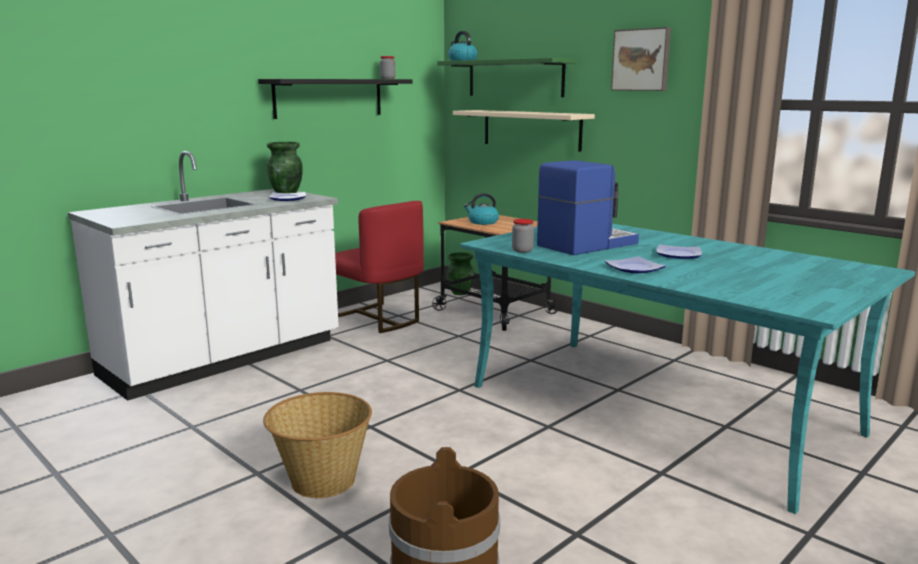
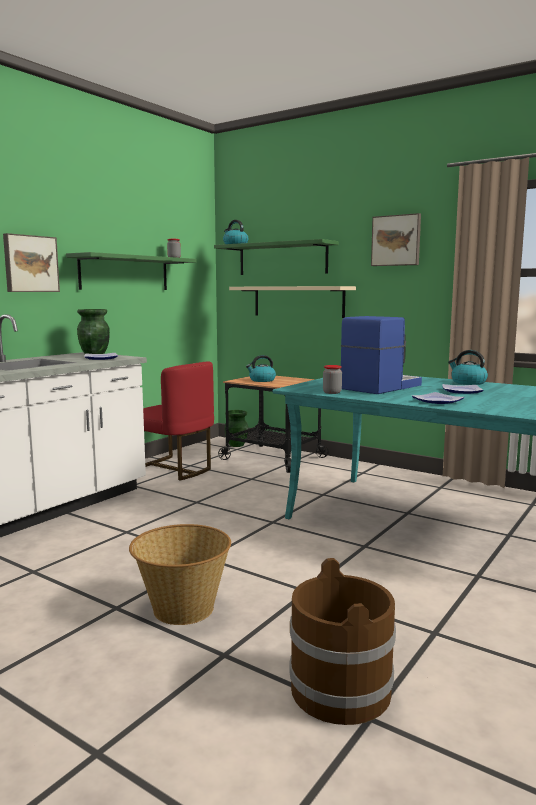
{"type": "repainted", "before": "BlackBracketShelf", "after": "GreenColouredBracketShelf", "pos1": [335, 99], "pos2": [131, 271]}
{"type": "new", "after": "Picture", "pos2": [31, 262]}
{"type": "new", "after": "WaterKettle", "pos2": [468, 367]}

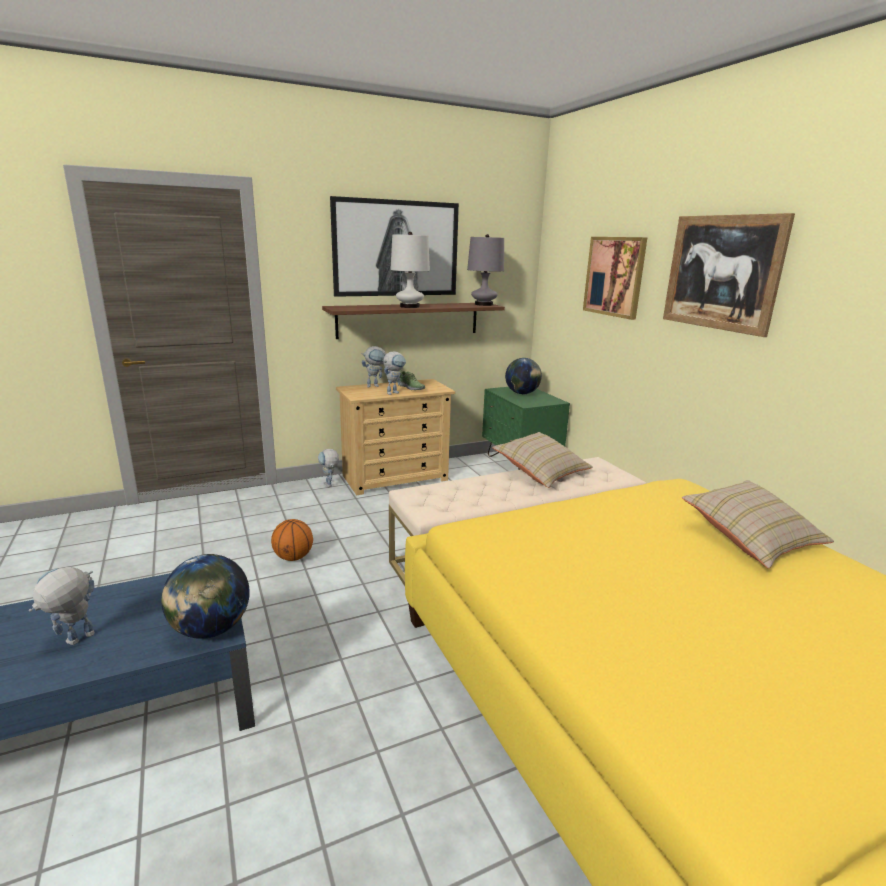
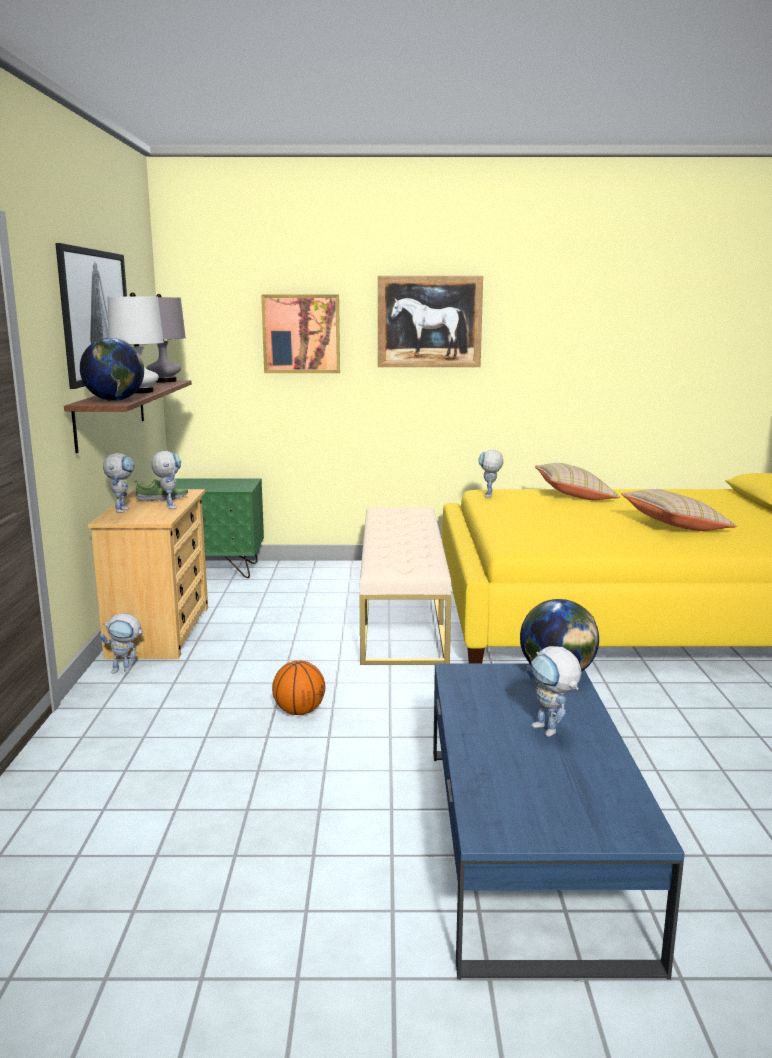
{"type": "shifted", "before": "SandColouredCushion", "pos1": [542, 460], "pos2": [679, 510]}
{"type": "shifted", "before": "WorldGlobe", "pos1": [523, 376], "pos2": [112, 369]}
{"type": "new", "after": "ToyRobot", "pos2": [490, 473]}

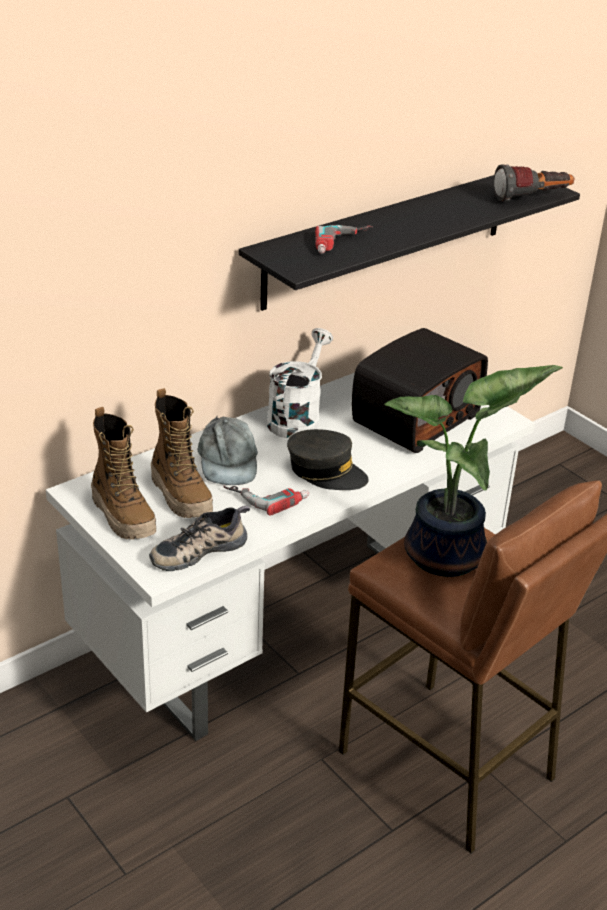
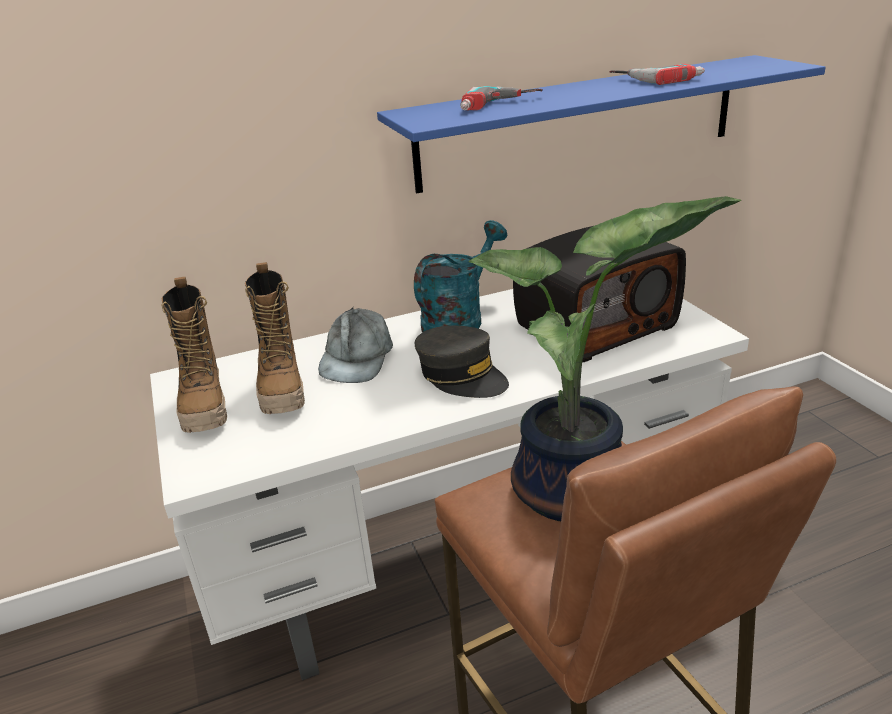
{"type": "gone", "before": "ItemOfFootwear", "pos1": [199, 538]}
{"type": "shifted", "before": "ElectricDrill", "pos1": [266, 501], "pos2": [657, 74]}
{"type": "repainted", "before": "BlackBracketShelf", "after": "BluishBracketShelf", "pos1": [409, 243], "pos2": [601, 124]}
{"type": "repainted", "before": "WhitishSprinklingCan", "after": "TurquoiseSprinklingCan", "pos1": [300, 383], "pos2": [460, 276]}
{"type": "gone", "before": "HandTorch", "pos1": [534, 182]}

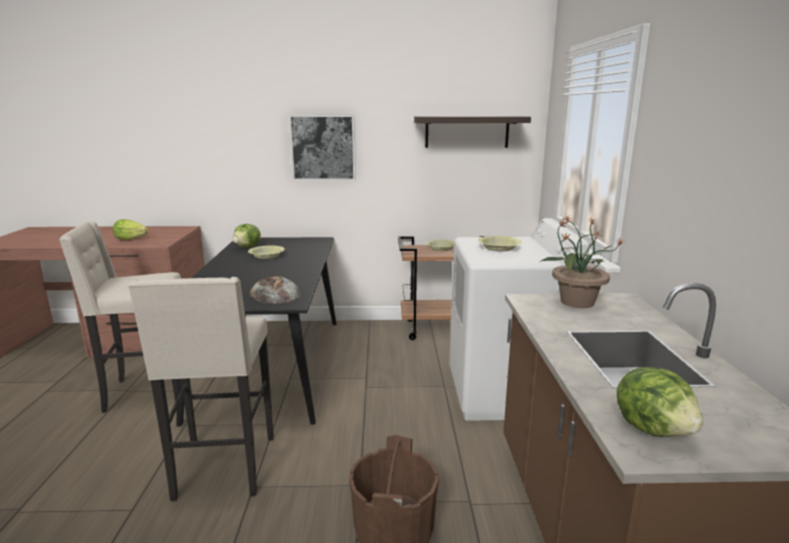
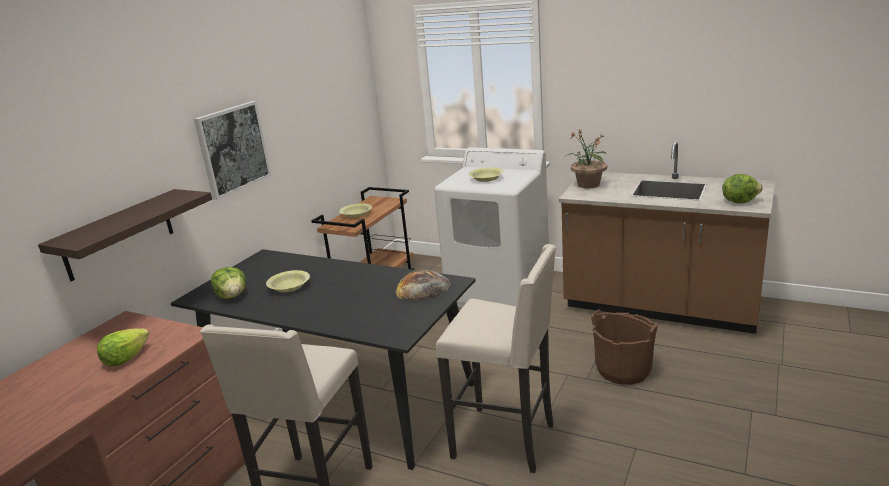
{"type": "shifted", "before": "BracketShelf", "pos1": [472, 132], "pos2": [125, 235]}

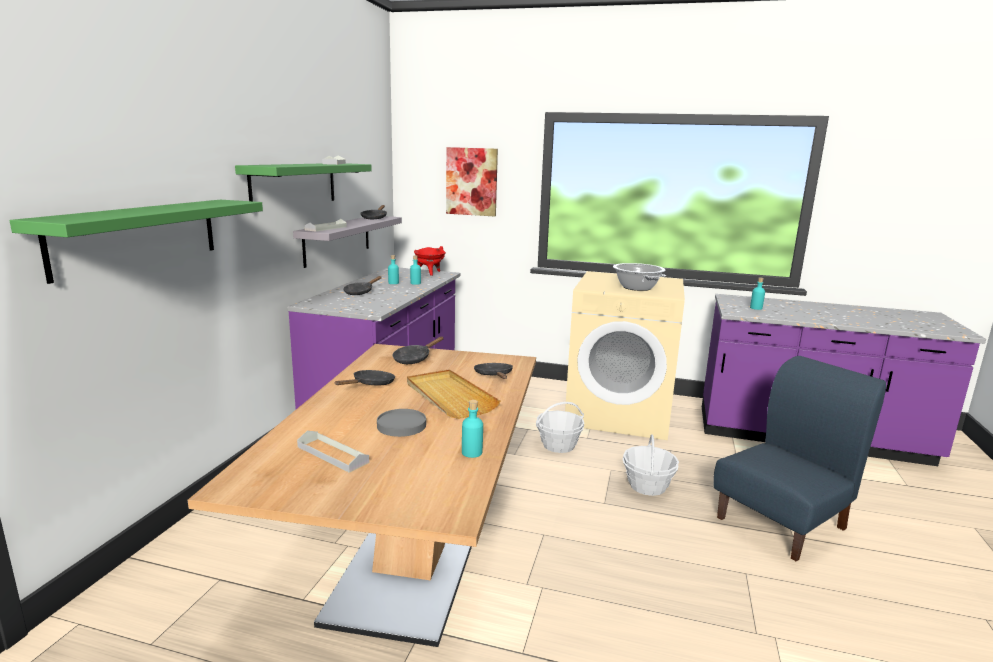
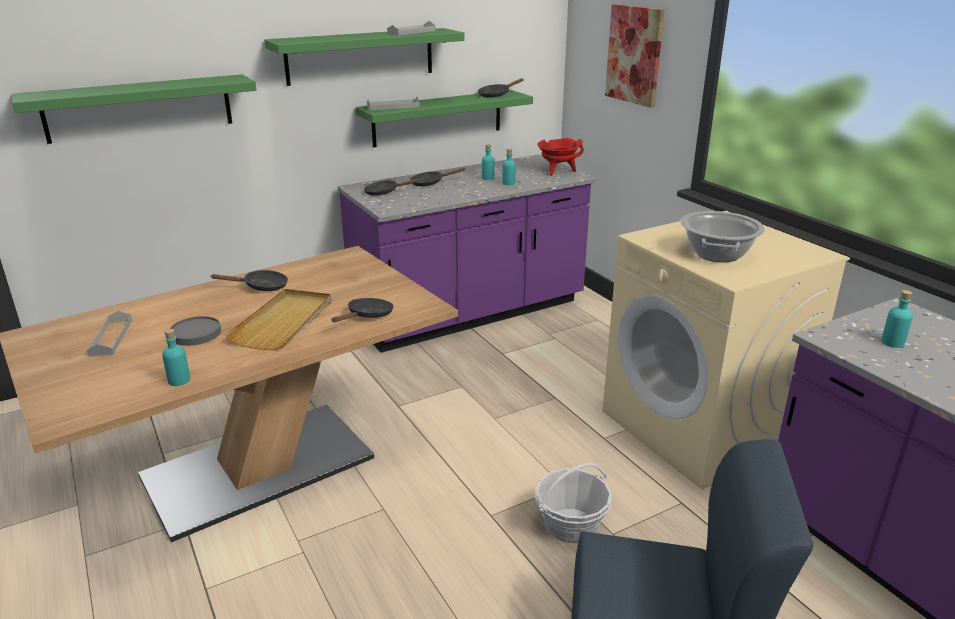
{"type": "repainted", "before": "GreyishBracketShelf", "after": "GreenColouredBracketShelf", "pos1": [347, 242], "pos2": [444, 118]}
{"type": "shifted", "before": "BlackFryingPan", "pos1": [418, 350], "pos2": [392, 187]}
{"type": "gone", "before": "Basket", "pos1": [560, 427]}

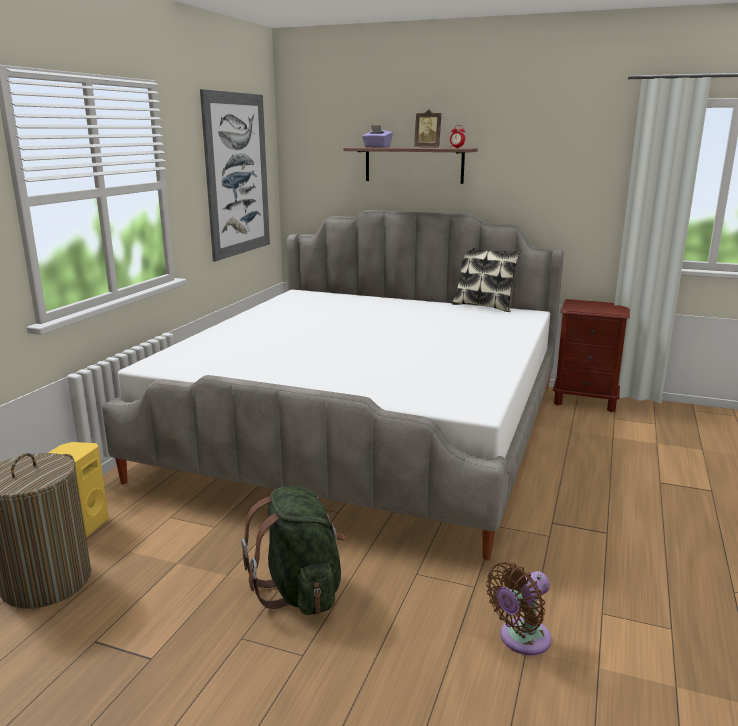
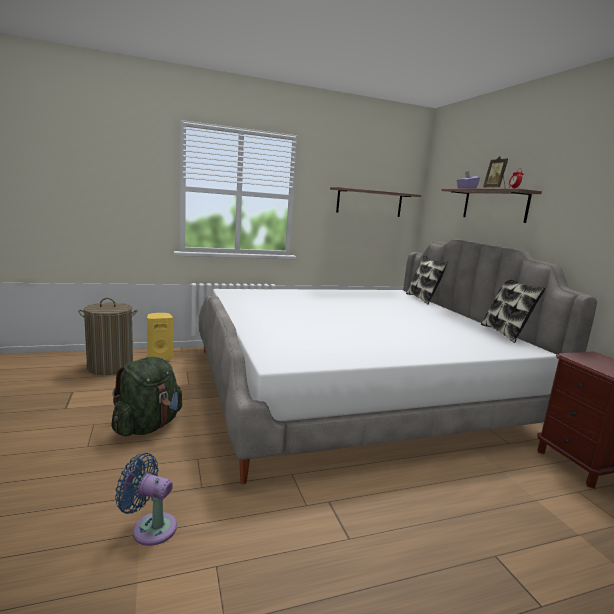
{"type": "swapped", "before": "Picture", "after": "BracketShelf", "pos1": [235, 175], "pos2": [375, 202]}
{"type": "repainted", "before": "BrownishElectricFan", "after": "BluishElectricFan", "pos1": [519, 608], "pos2": [146, 499]}
{"type": "new", "after": "Cushion", "pos2": [427, 280]}

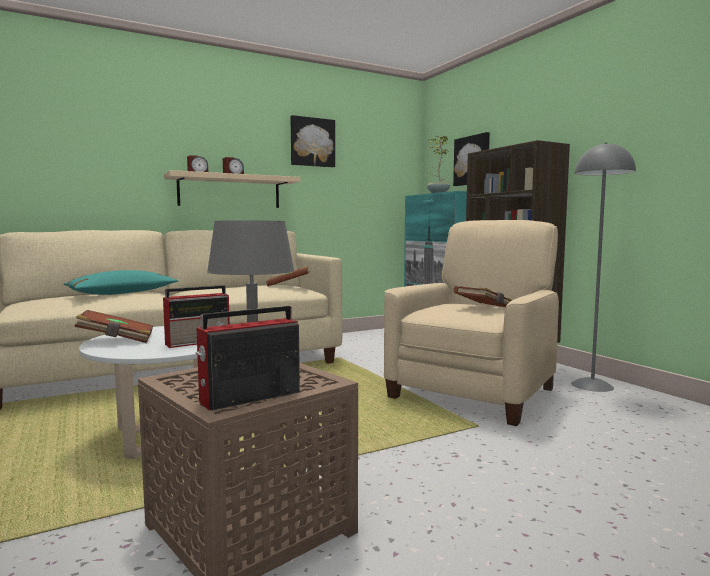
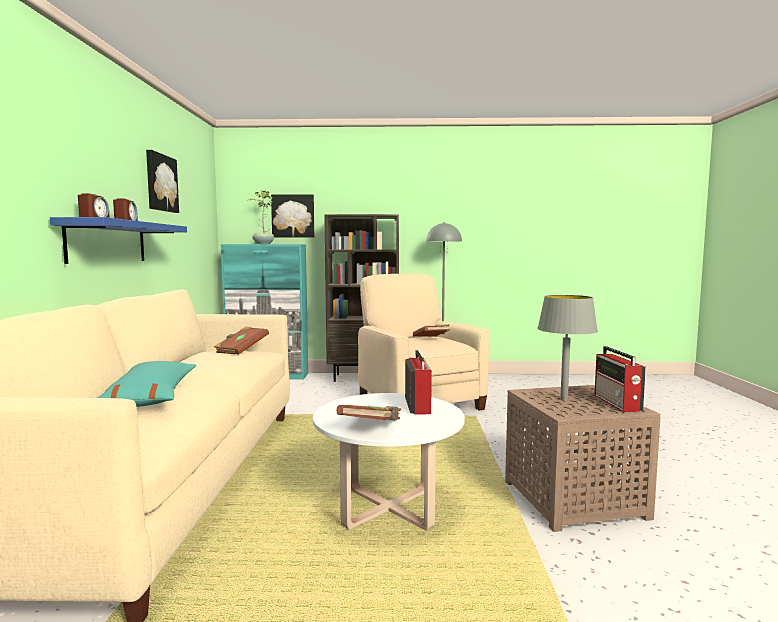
{"type": "repainted", "before": "SandColouredBracketShelf", "after": "BluishBracketShelf", "pos1": [232, 189], "pos2": [118, 240]}

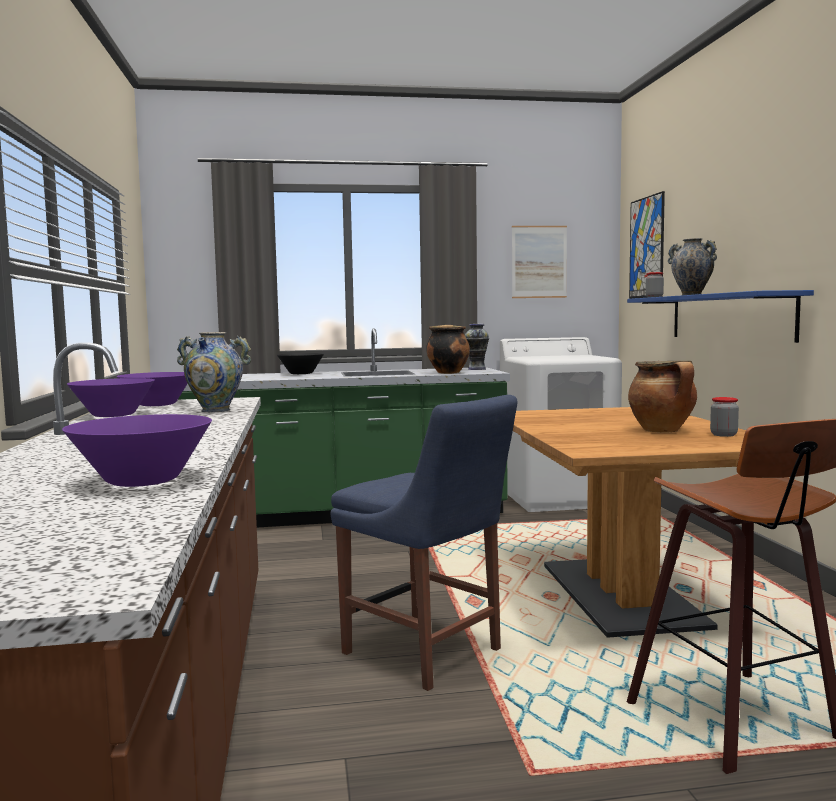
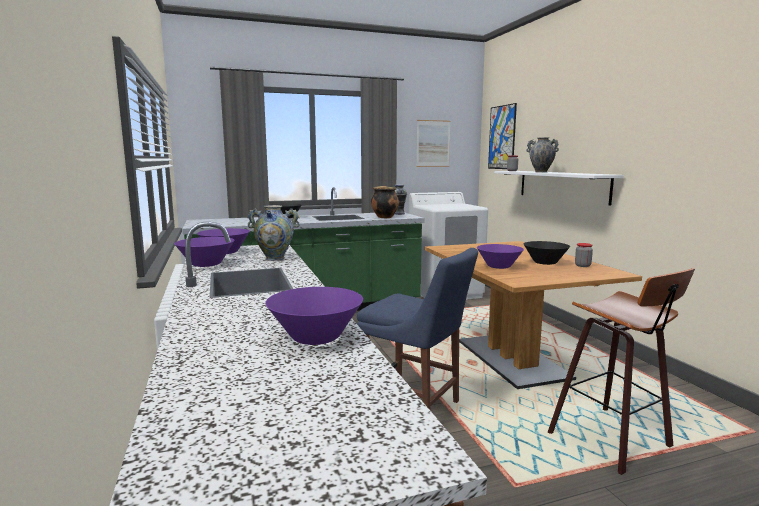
{"type": "repainted", "before": "BluishBracketShelf", "after": "WhitishBracketShelf", "pos1": [720, 316], "pos2": [558, 188]}
{"type": "swapped", "before": "Saucepot", "after": "BlackBowl", "pos1": [662, 397], "pos2": [547, 253]}
{"type": "new", "after": "PurplishBowl", "pos2": [500, 256]}

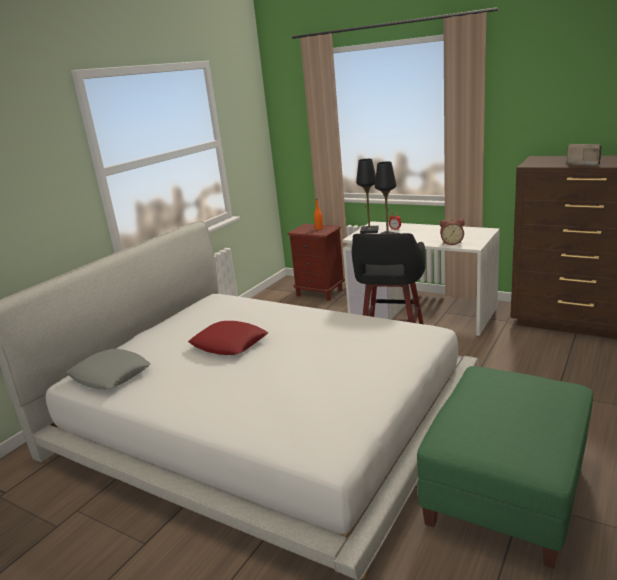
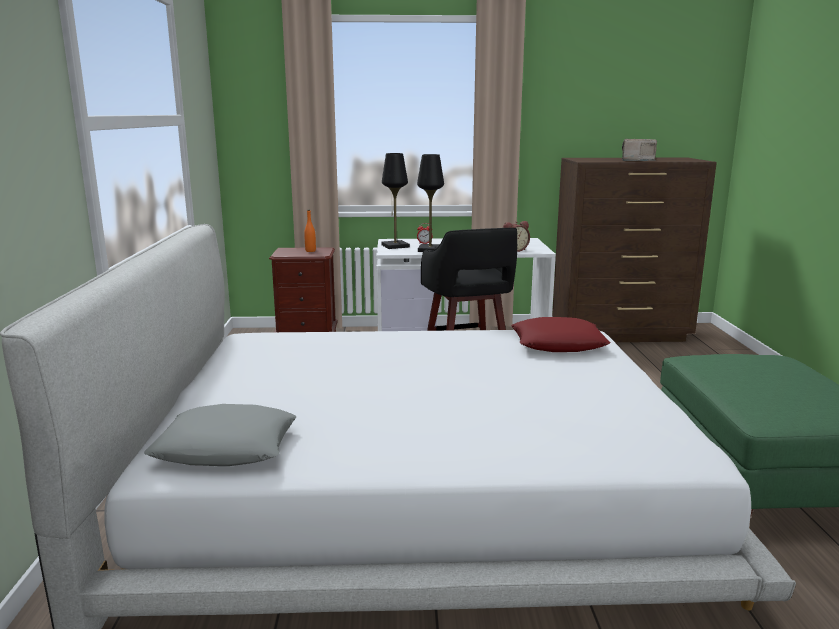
{"type": "shifted", "before": "RedColouredCushion", "pos1": [228, 338], "pos2": [560, 334]}

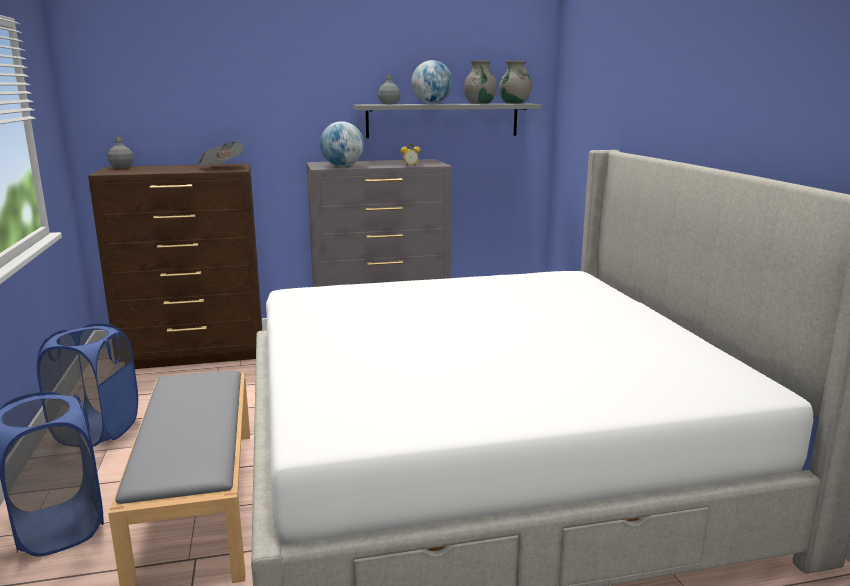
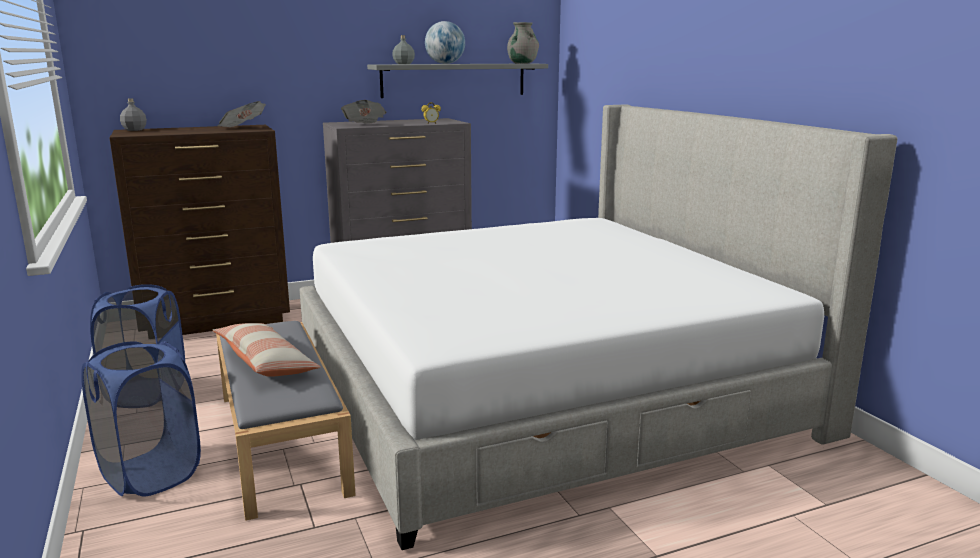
{"type": "swapped", "before": "WorldGlobe", "after": "DailyPaper", "pos1": [342, 144], "pos2": [363, 111]}
{"type": "gone", "before": "GreyishFlowerVase", "pos1": [480, 82]}
{"type": "new", "after": "Cushion", "pos2": [267, 350]}

